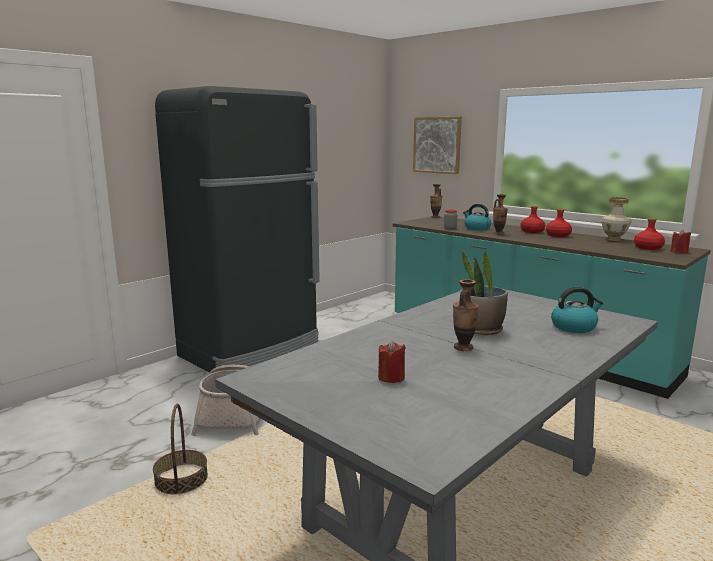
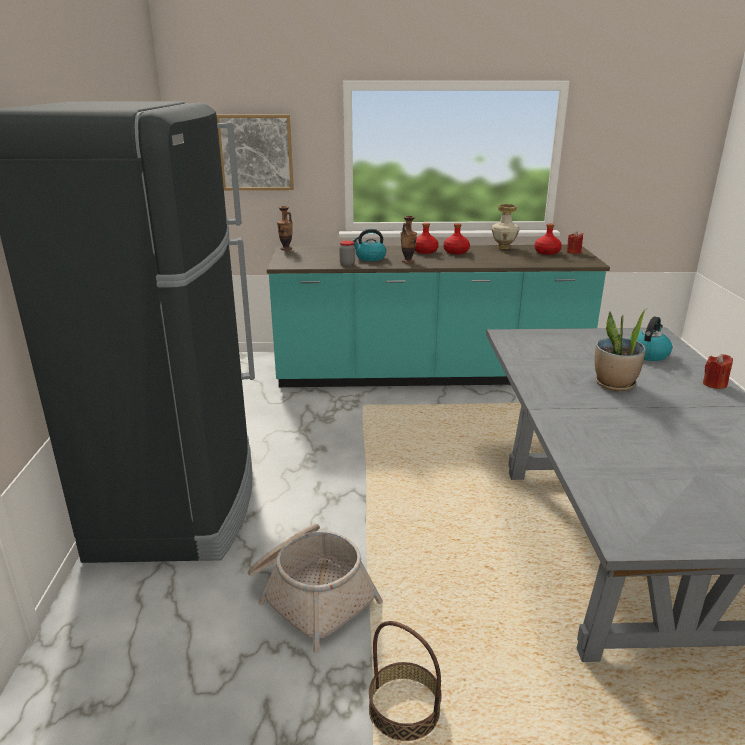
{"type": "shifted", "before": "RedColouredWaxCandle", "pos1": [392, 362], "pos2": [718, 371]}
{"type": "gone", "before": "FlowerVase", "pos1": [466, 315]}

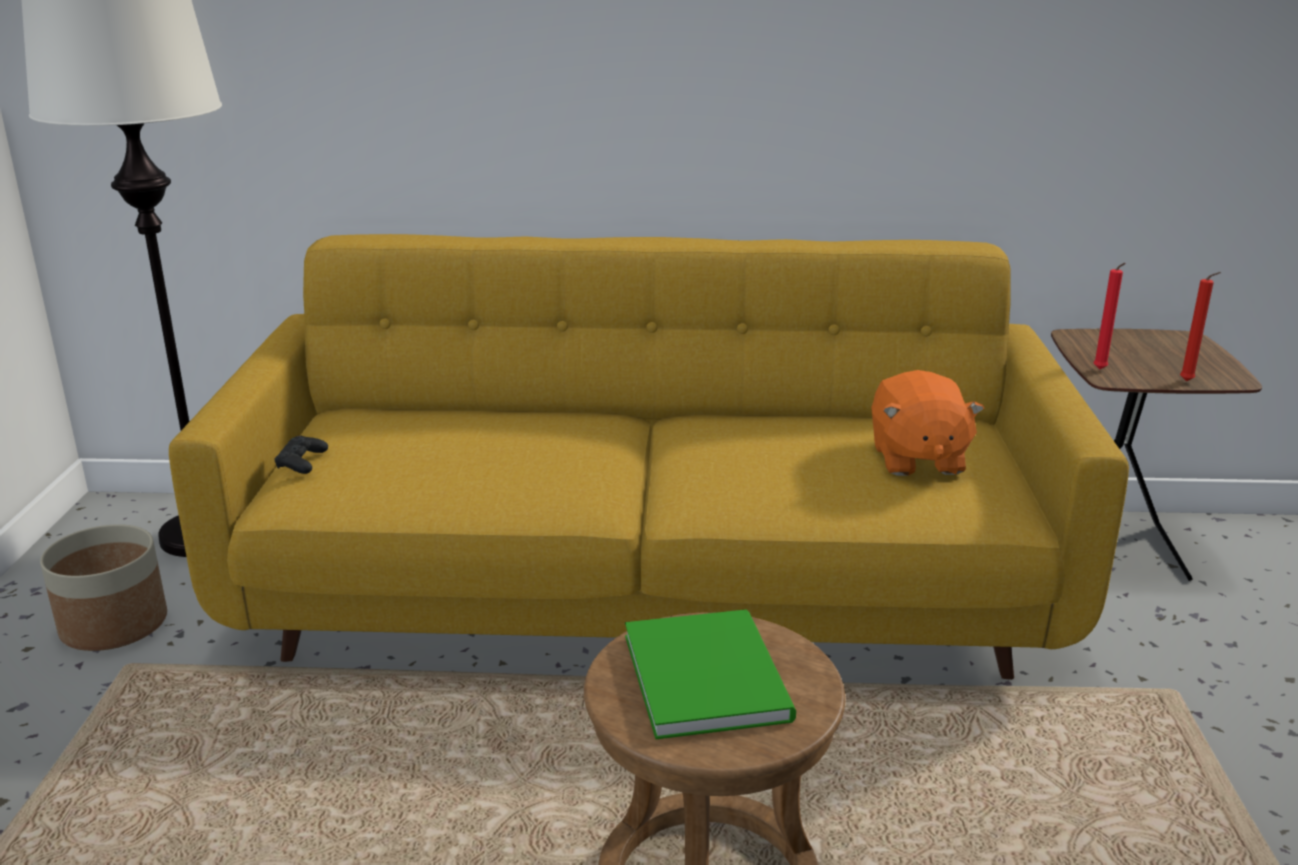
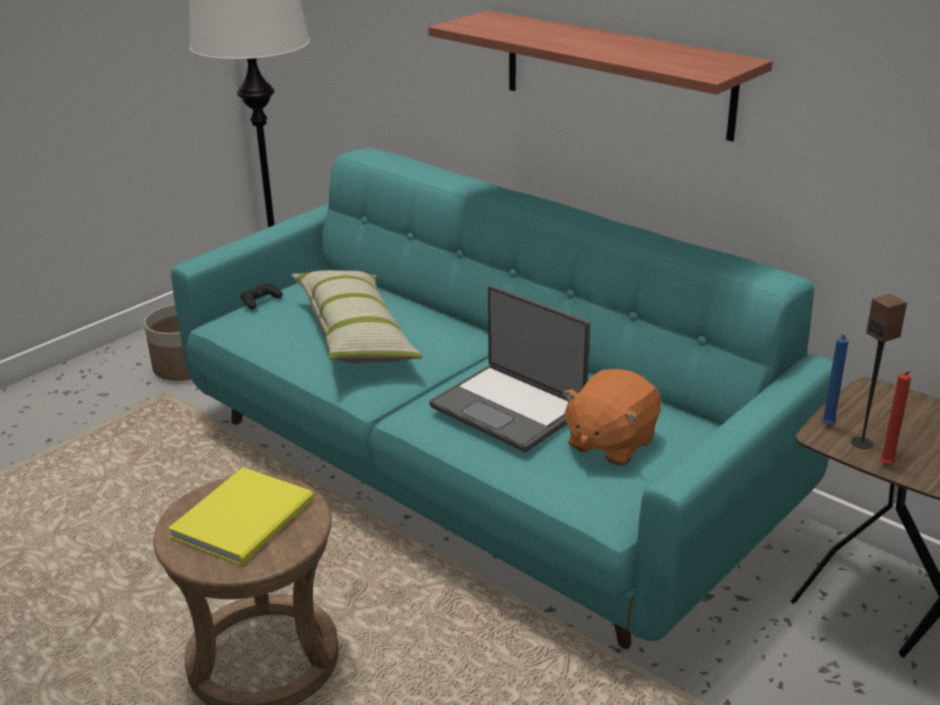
{"type": "repainted", "before": "YellowishCouch", "after": "TurquoiseCouch", "pos1": [649, 457], "pos2": [506, 398]}
{"type": "repainted", "before": "GreenColouredVolume", "after": "YellowishVolume", "pos1": [710, 674], "pos2": [241, 516]}
{"type": "repainted", "before": "RedColouredWaxCandle", "after": "BluishWaxCandle", "pos1": [1109, 316], "pos2": [835, 380]}
{"type": "new", "after": "Cushion", "pos2": [357, 316]}
{"type": "new", "after": "BracketShelf", "pos2": [600, 76]}
{"type": "new", "after": "PortableComputer", "pos2": [509, 368]}
{"type": "new", "after": "Speaker", "pos2": [879, 371]}

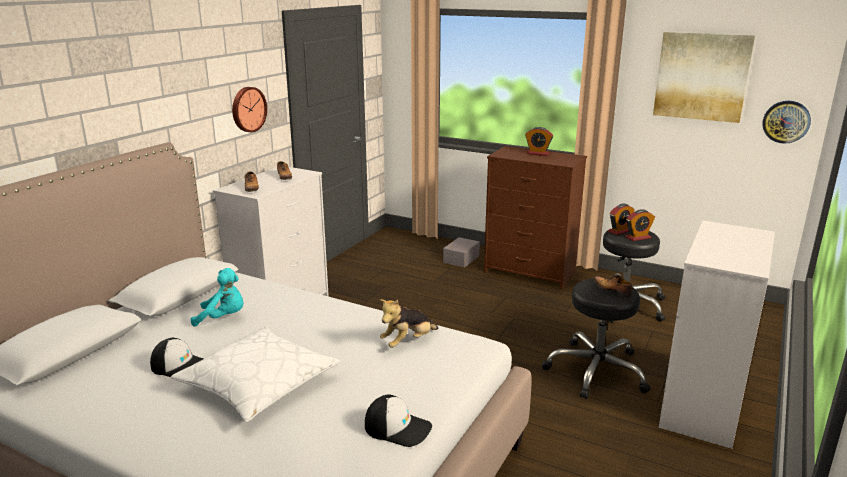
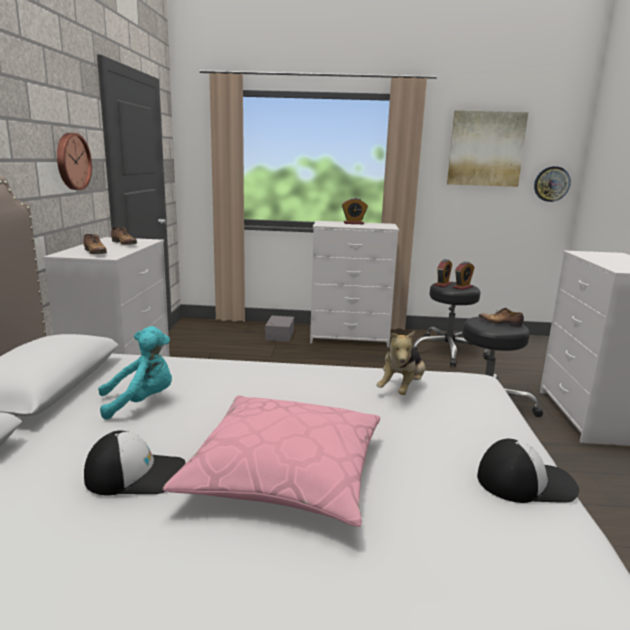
{"type": "repainted", "before": "WhitishCushion", "after": "PinkColouredCushion", "pos1": [255, 374], "pos2": [271, 461]}
{"type": "repainted", "before": "BrownishDresser", "after": "WhitishDresser", "pos1": [535, 217], "pos2": [354, 284]}

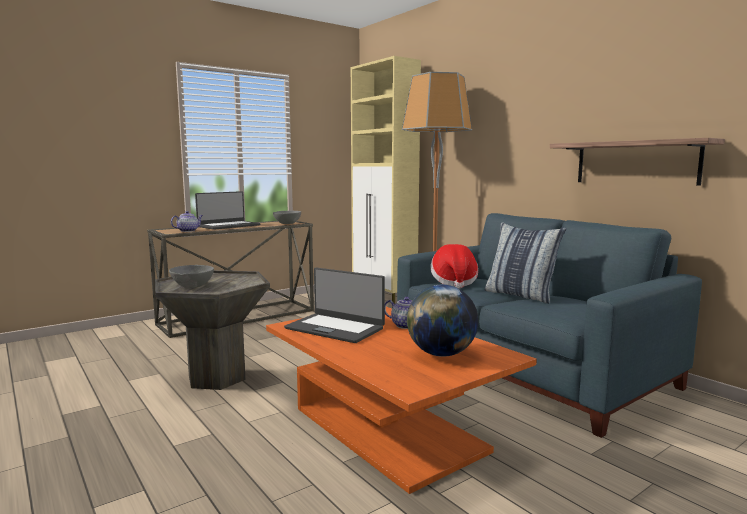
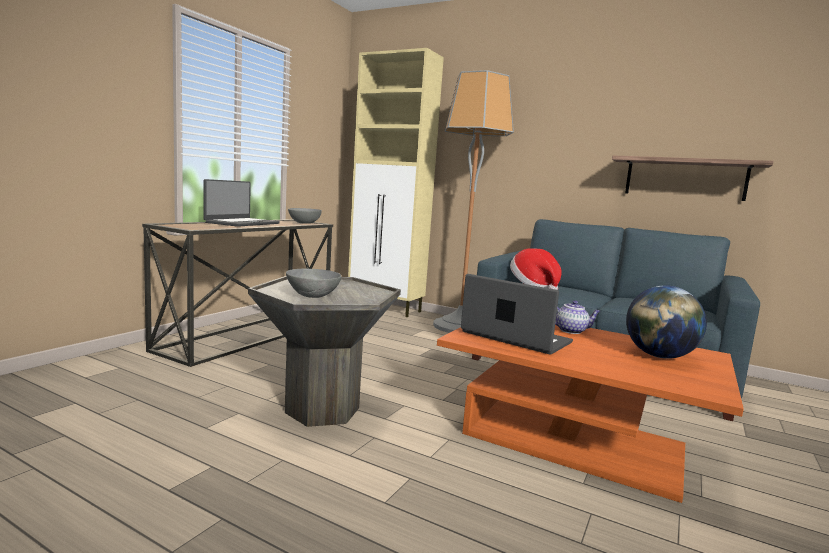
{"type": "gone", "before": "Teapot", "pos1": [187, 221]}
{"type": "rotated", "before": "PortableComputer", "pos1": [334, 305], "pos2": [517, 314], "turn": -150}
{"type": "gone", "before": "Cushion", "pos1": [525, 263]}

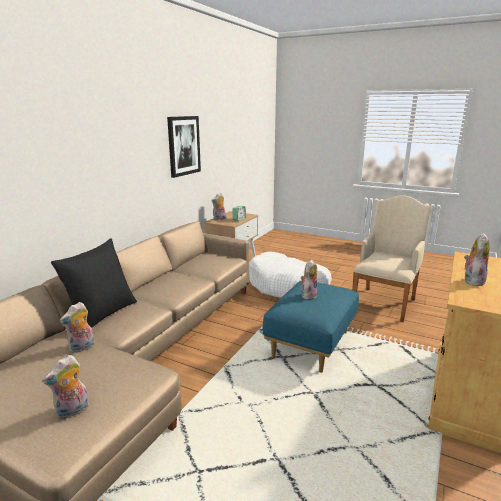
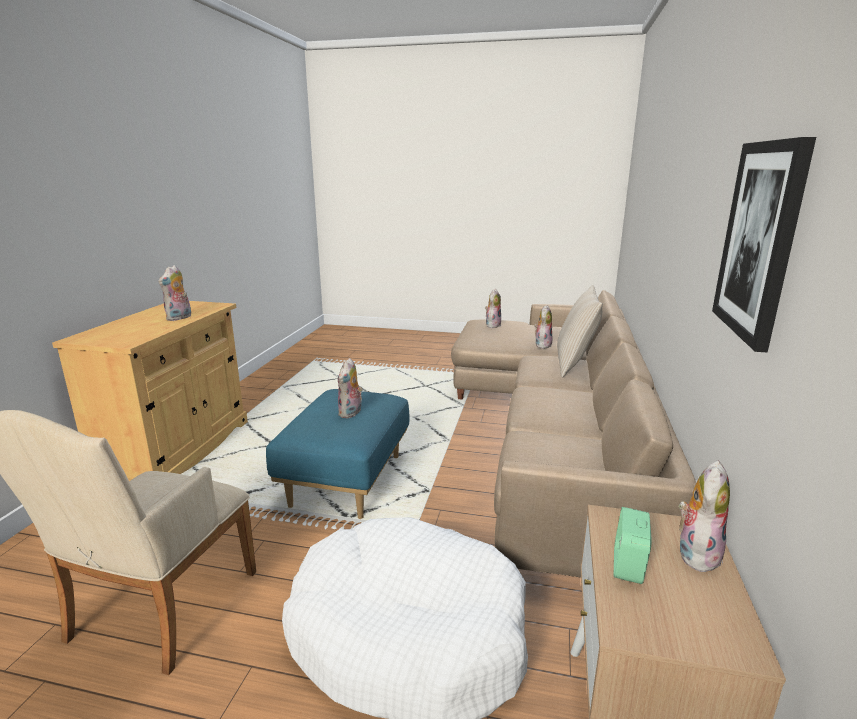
{"type": "repainted", "before": "BlackCushion", "after": "SandColouredCushion", "pos1": [94, 283], "pos2": [580, 331]}

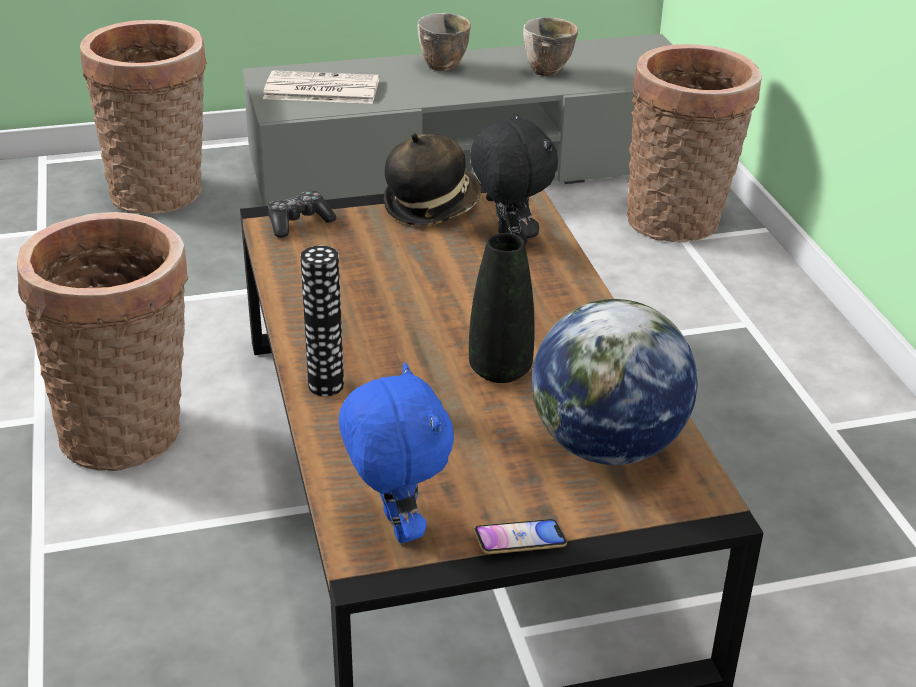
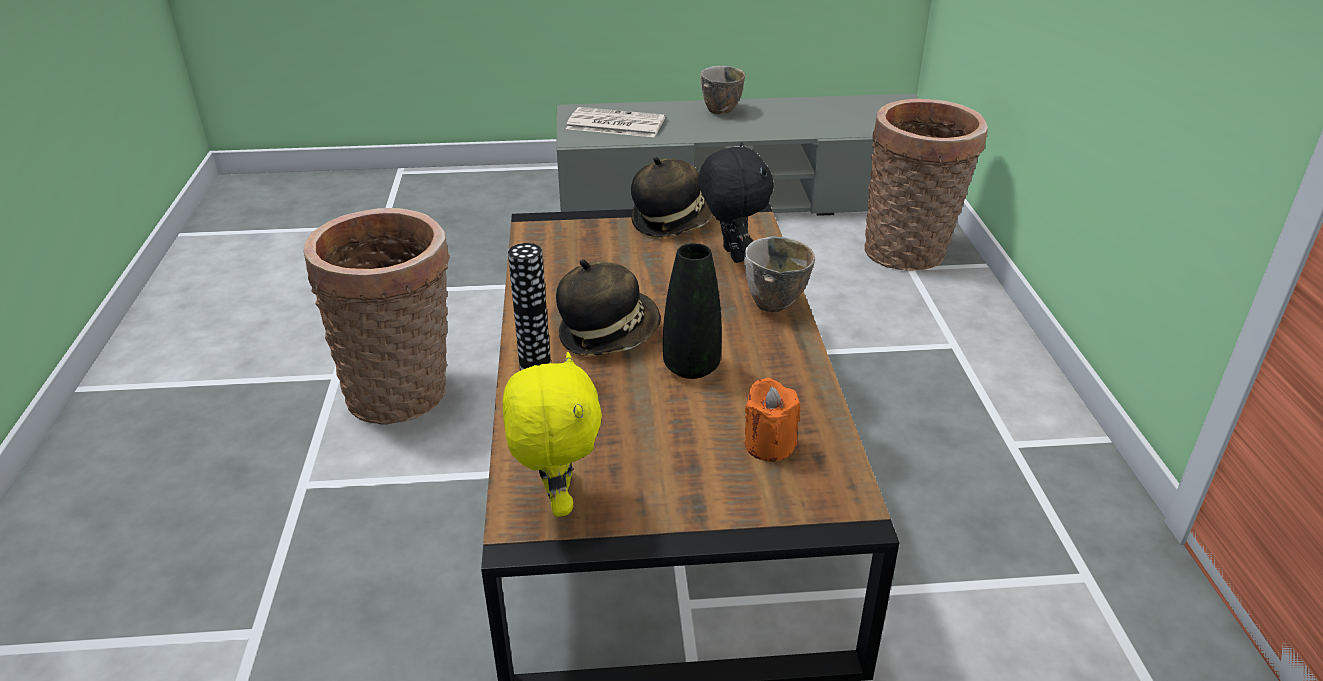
{"type": "gone", "before": "Basket", "pos1": [143, 117]}
{"type": "gone", "before": "Gamepad", "pos1": [302, 214]}
{"type": "repainted", "before": "BluishCuddlyToy", "after": "YellowishCuddlyToy", "pos1": [396, 453], "pos2": [552, 434]}
{"type": "gone", "before": "Telephone", "pos1": [520, 536]}
{"type": "shifted", "before": "Bowl", "pos1": [550, 46], "pos2": [779, 274]}
{"type": "swapped", "before": "WorldGlobe", "after": "OrangeColouredWaxCandle", "pos1": [615, 382], "pos2": [772, 420]}
{"type": "new", "after": "WearableHat", "pos2": [608, 307]}

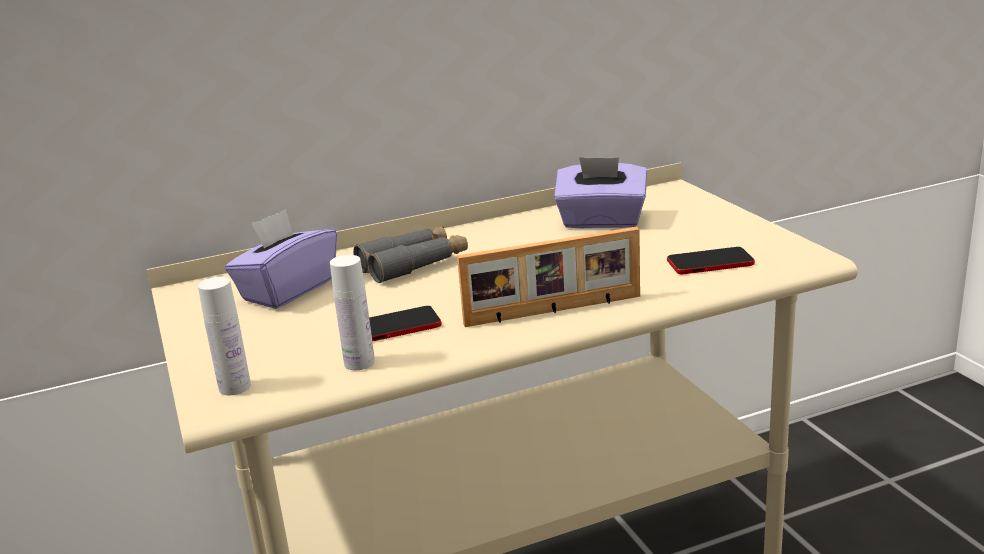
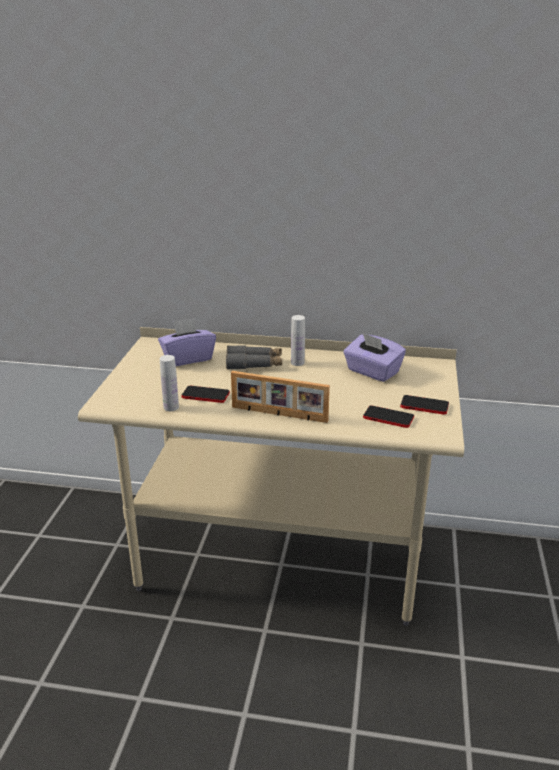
{"type": "shifted", "before": "WhitishBottle", "pos1": [224, 336], "pos2": [298, 340]}
{"type": "new", "after": "Telephone", "pos2": [424, 405]}

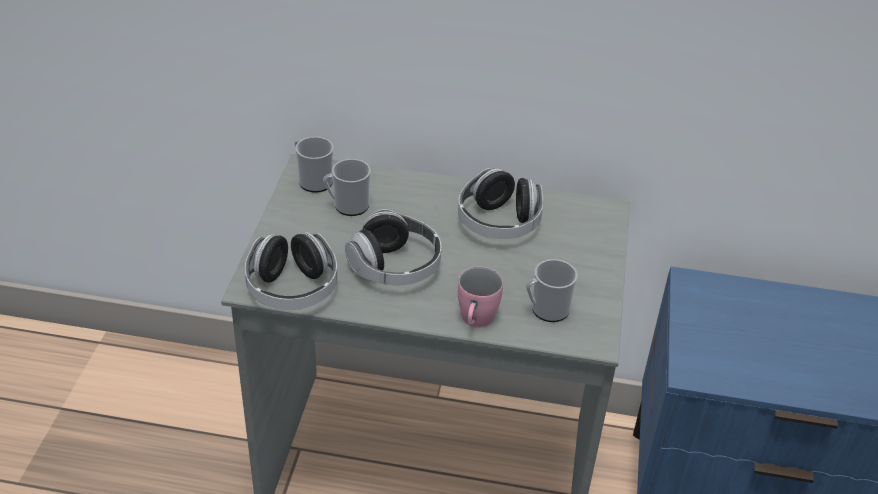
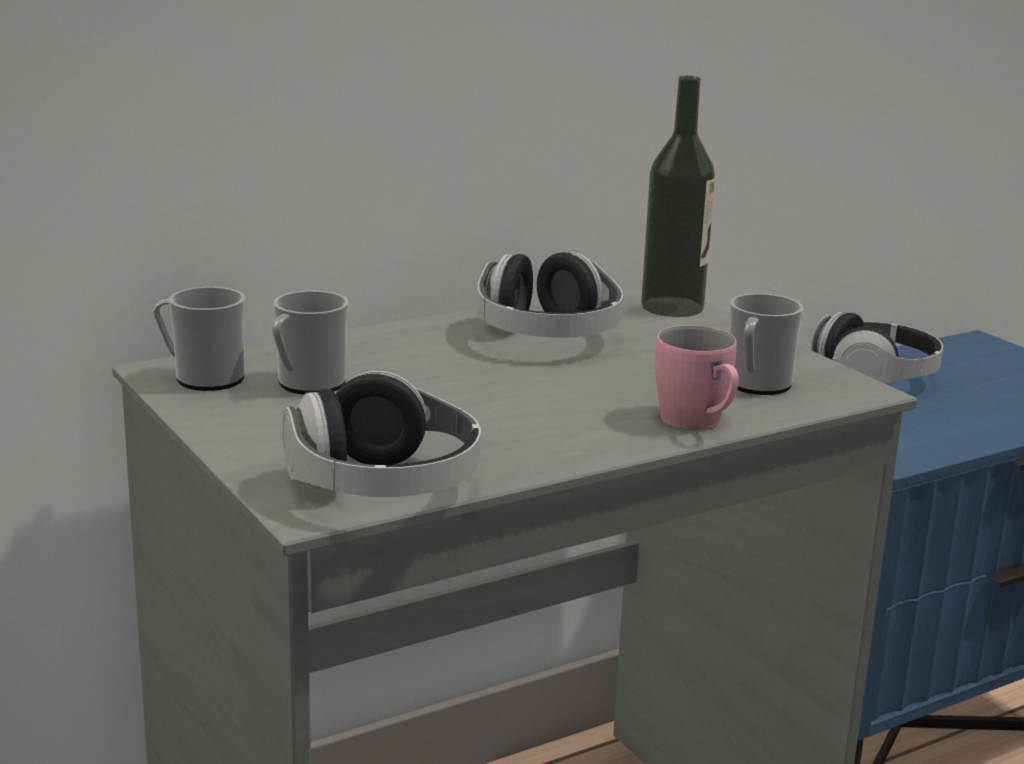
{"type": "shifted", "before": "PairOfHeadphones", "pos1": [393, 247], "pos2": [877, 348]}
{"type": "new", "after": "Bottle", "pos2": [678, 196]}

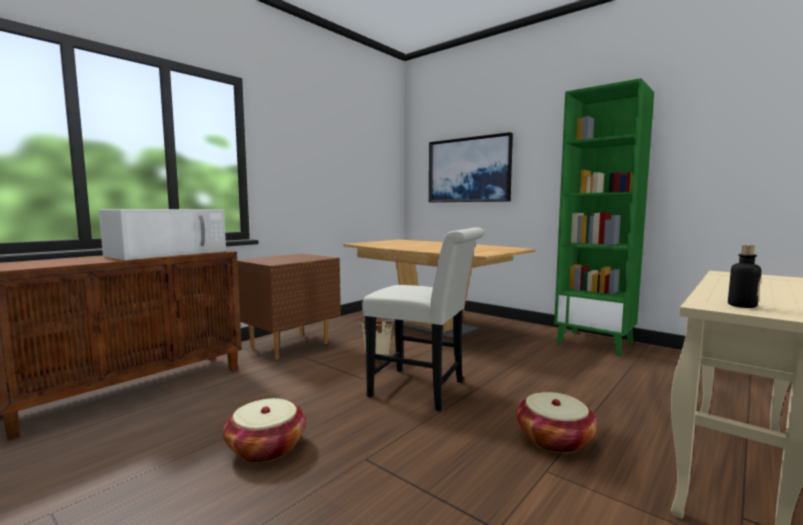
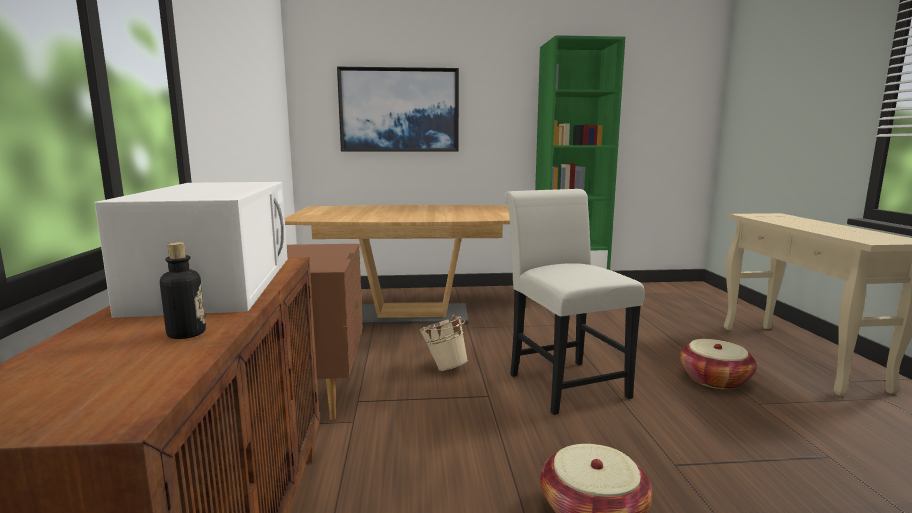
{"type": "rotated", "before": "WhitishPlainChair", "pos1": [423, 319], "pos2": [574, 302], "turn": -90}
{"type": "shifted", "before": "Bottle", "pos1": [744, 276], "pos2": [183, 290]}

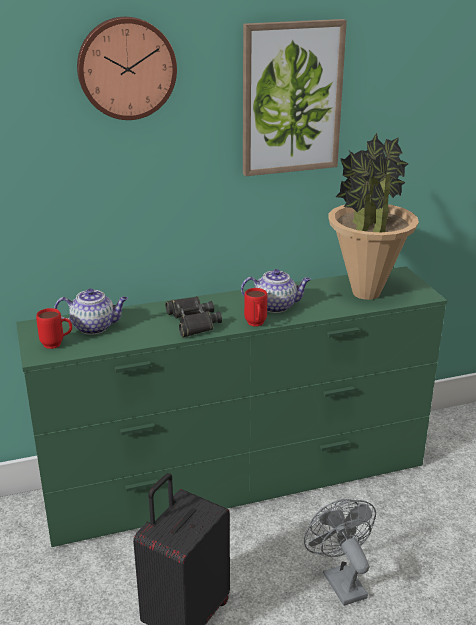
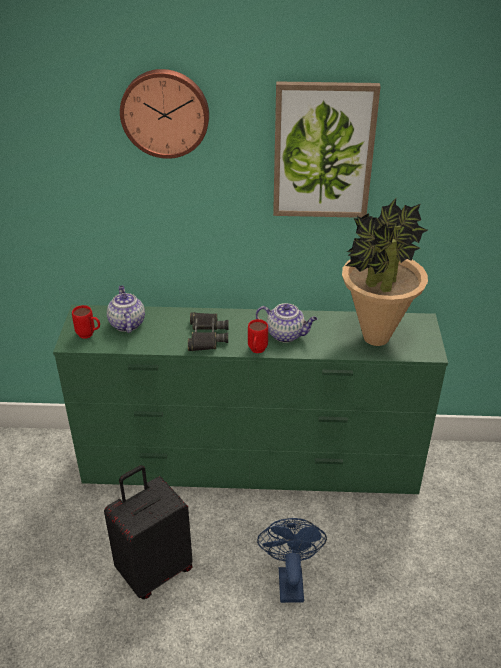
{"type": "rotated", "before": "Teapot", "pos1": [91, 312], "pos2": [126, 309], "turn": -120}
{"type": "repainted", "before": "GreyishElectricFan", "after": "BluishElectricFan", "pos1": [340, 552], "pos2": [292, 560]}

